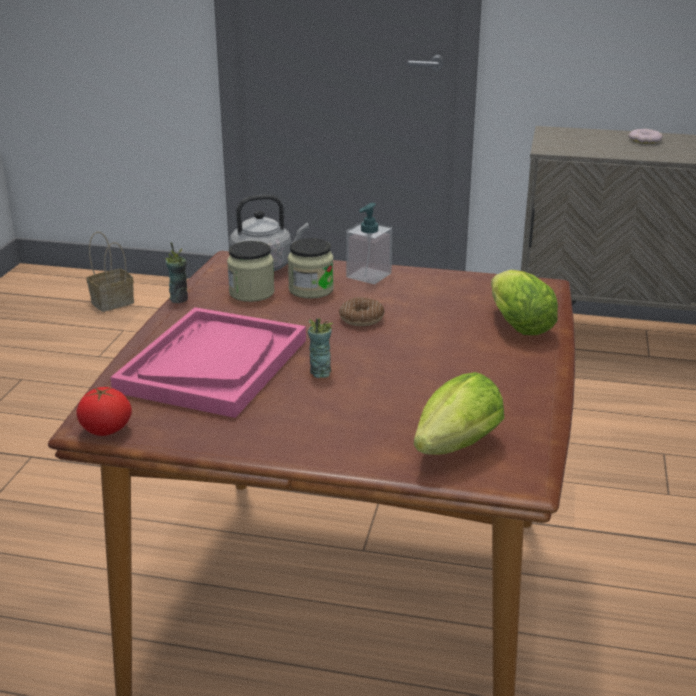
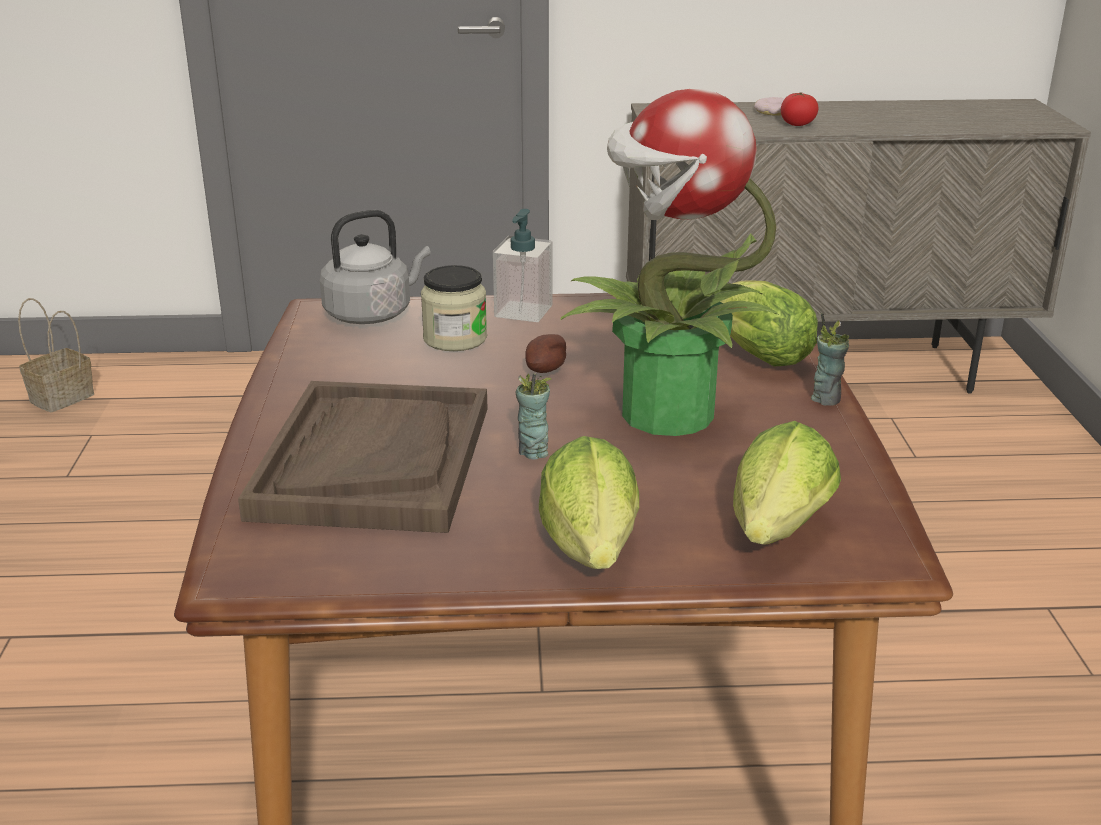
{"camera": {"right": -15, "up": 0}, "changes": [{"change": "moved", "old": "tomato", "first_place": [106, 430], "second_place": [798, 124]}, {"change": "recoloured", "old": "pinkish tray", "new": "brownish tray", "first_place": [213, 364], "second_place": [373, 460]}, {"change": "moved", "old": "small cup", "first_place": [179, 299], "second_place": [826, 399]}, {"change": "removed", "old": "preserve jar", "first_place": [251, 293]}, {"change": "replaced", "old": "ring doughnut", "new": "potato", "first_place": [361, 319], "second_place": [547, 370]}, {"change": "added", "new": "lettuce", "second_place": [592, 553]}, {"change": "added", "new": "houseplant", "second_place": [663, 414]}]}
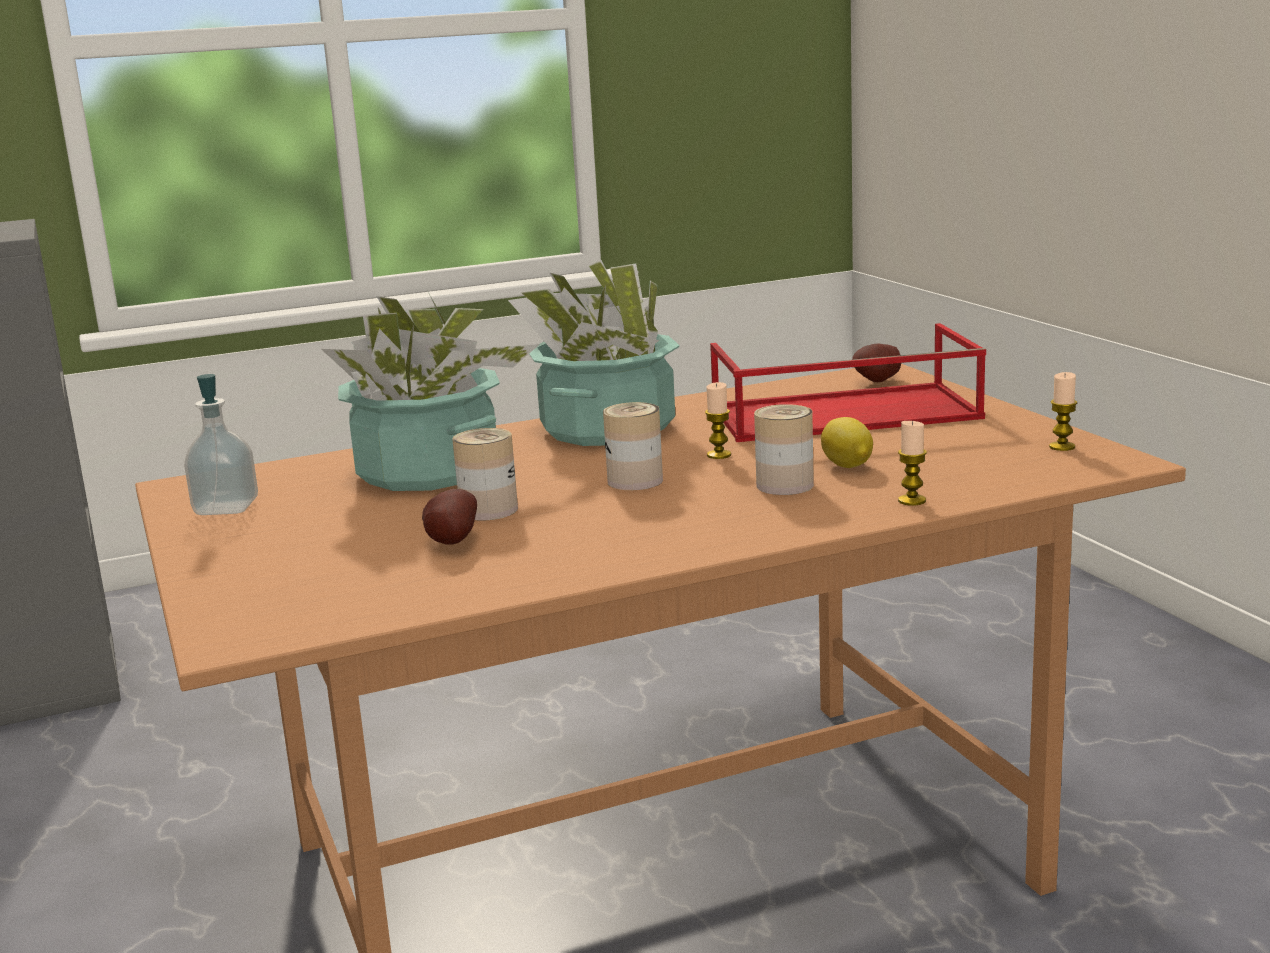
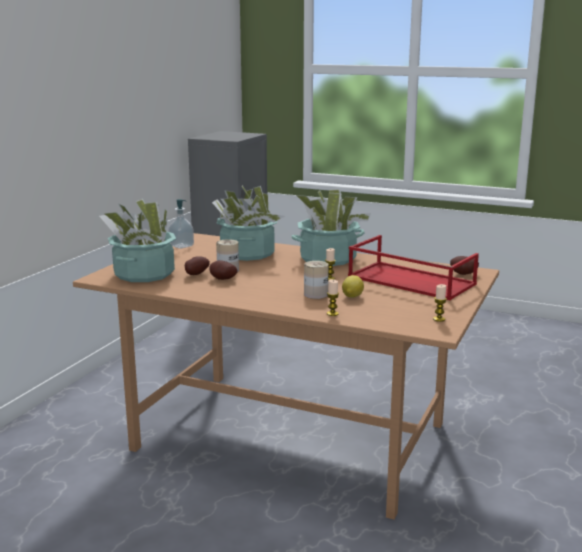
{"camera": {"right": 45, "up": 0}, "changes": [{"change": "removed", "old": "sealed can", "first_place": [635, 481]}, {"change": "added", "new": "houseplant", "second_place": [144, 274]}, {"change": "added", "new": "potato", "second_place": [222, 279]}]}
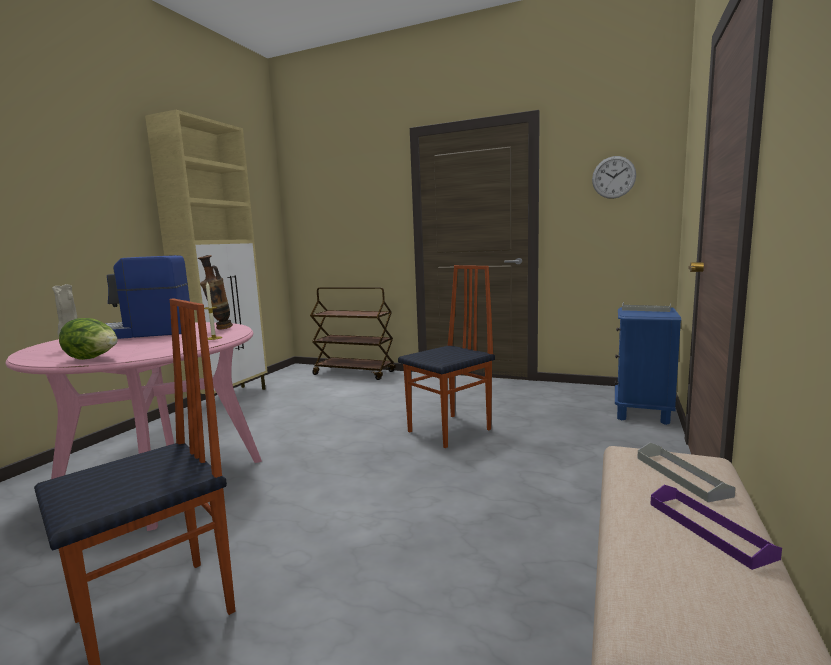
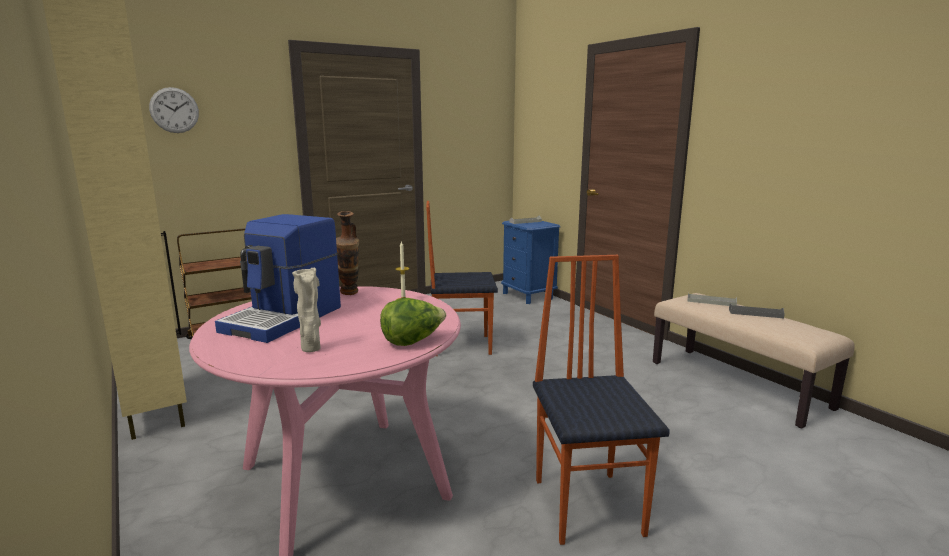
{"camera": {"right": -55, "up": 5}, "changes": [{"change": "turned", "old": "chair", "first_place": [451, 430], "second_place": [461, 345], "degrees": -90}, {"change": "moved", "old": "wall clock", "first_place": [613, 177], "second_place": [174, 110]}, {"change": "recoloured", "old": "purple-coloured tray", "new": "grey tray", "first_place": [709, 529], "second_place": [755, 313]}]}
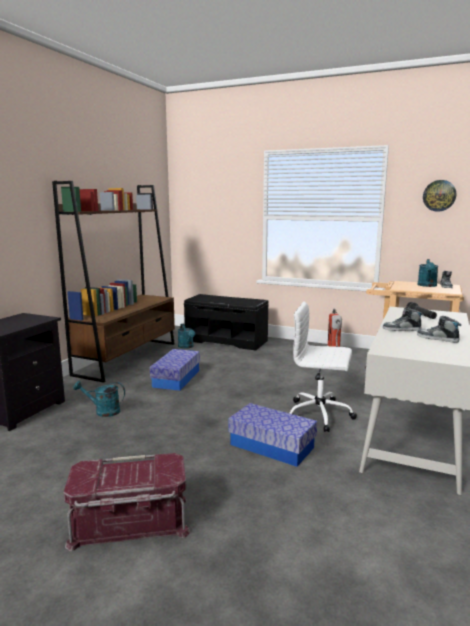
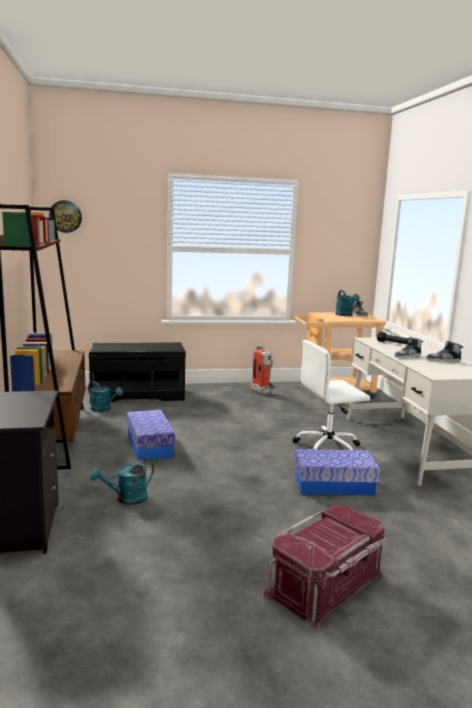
{"camera": {"right": -35, "up": 0}, "changes": [{"change": "moved", "old": "wall clock", "first_place": [439, 195], "second_place": [65, 216]}]}
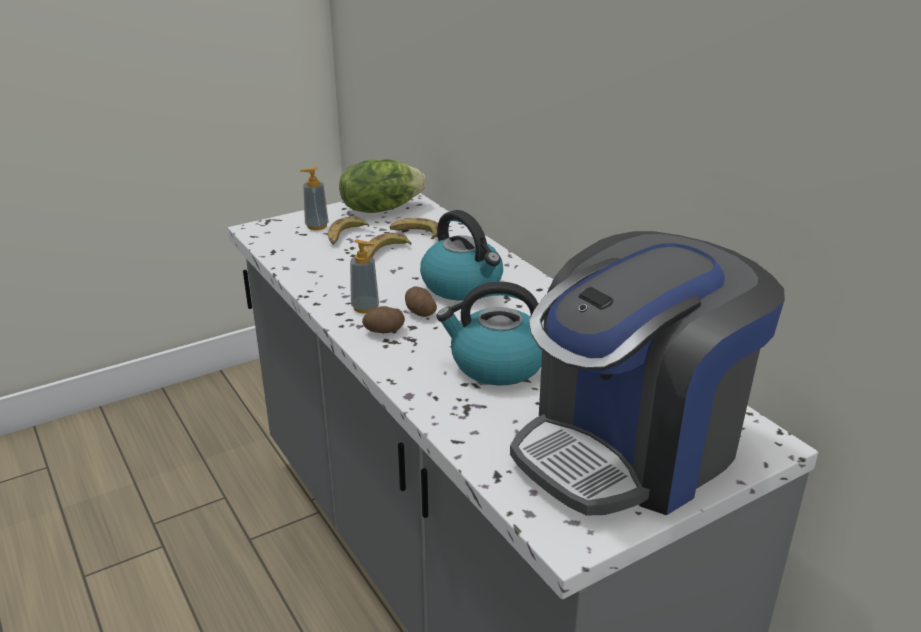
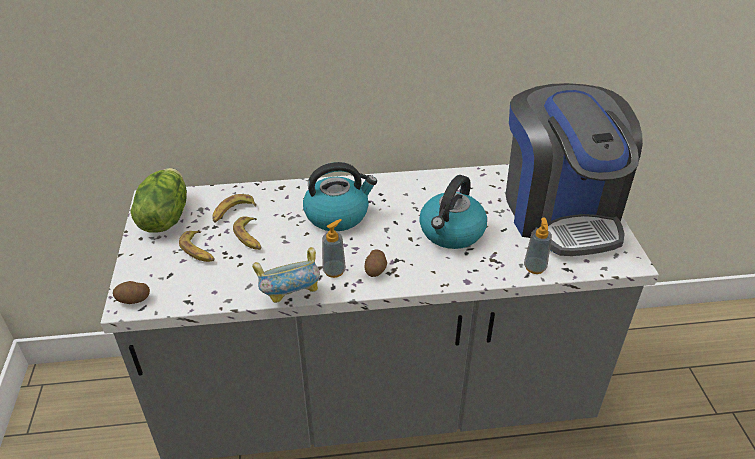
{"camera": {"right": -65, "up": 10}, "changes": [{"change": "moved", "old": "soap dispenser", "first_place": [317, 226], "second_place": [535, 267]}, {"change": "moved", "old": "potato", "first_place": [419, 312], "second_place": [133, 300]}, {"change": "added", "new": "serving bowl", "second_place": [291, 297]}]}
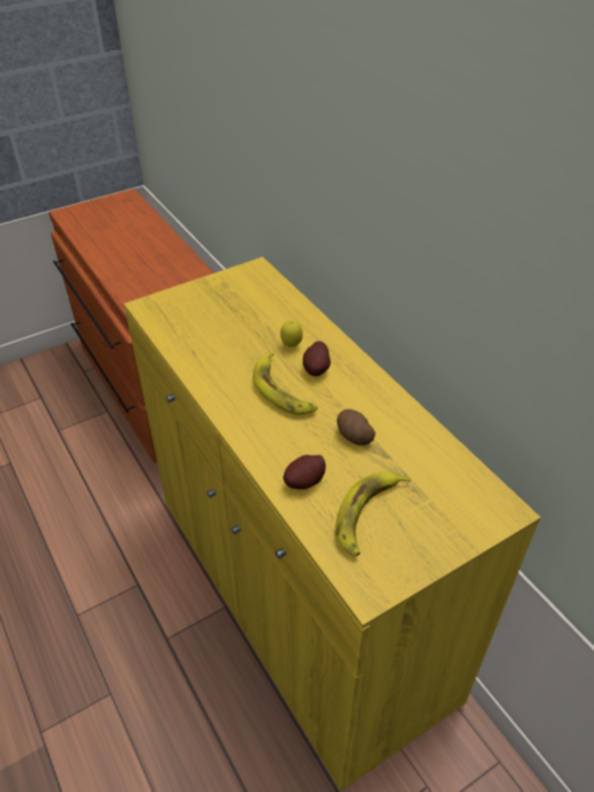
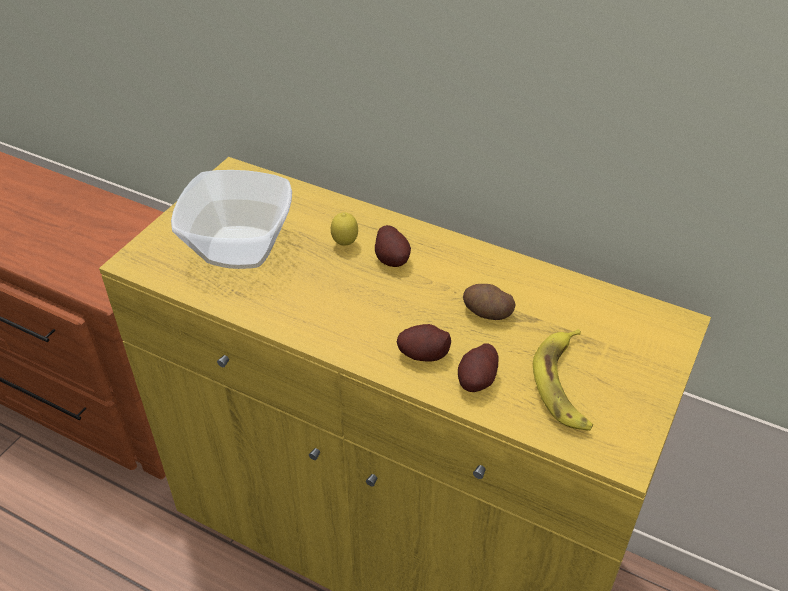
{"camera": {"right": -30, "up": 0}, "changes": [{"change": "removed", "old": "banana fruit", "first_place": [283, 390]}, {"change": "added", "new": "serving bowl", "second_place": [238, 247]}, {"change": "added", "new": "potato", "second_place": [423, 354]}]}
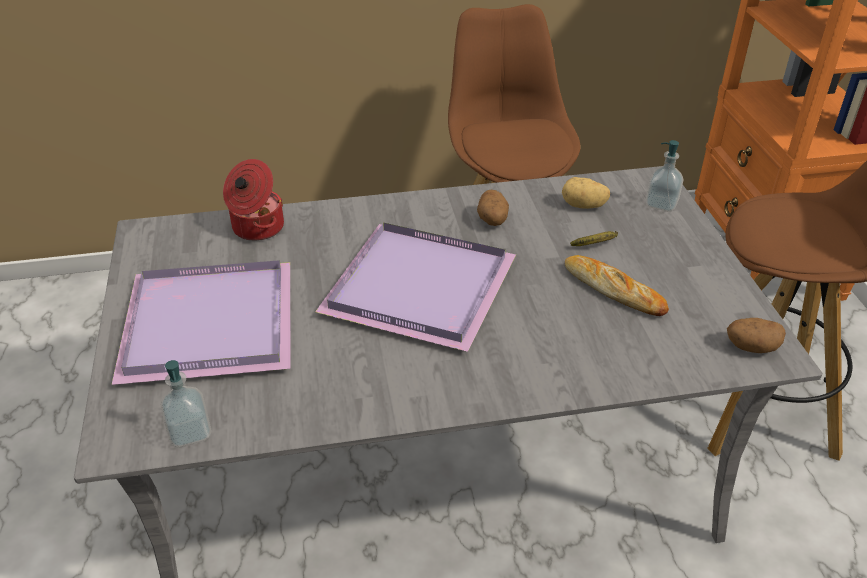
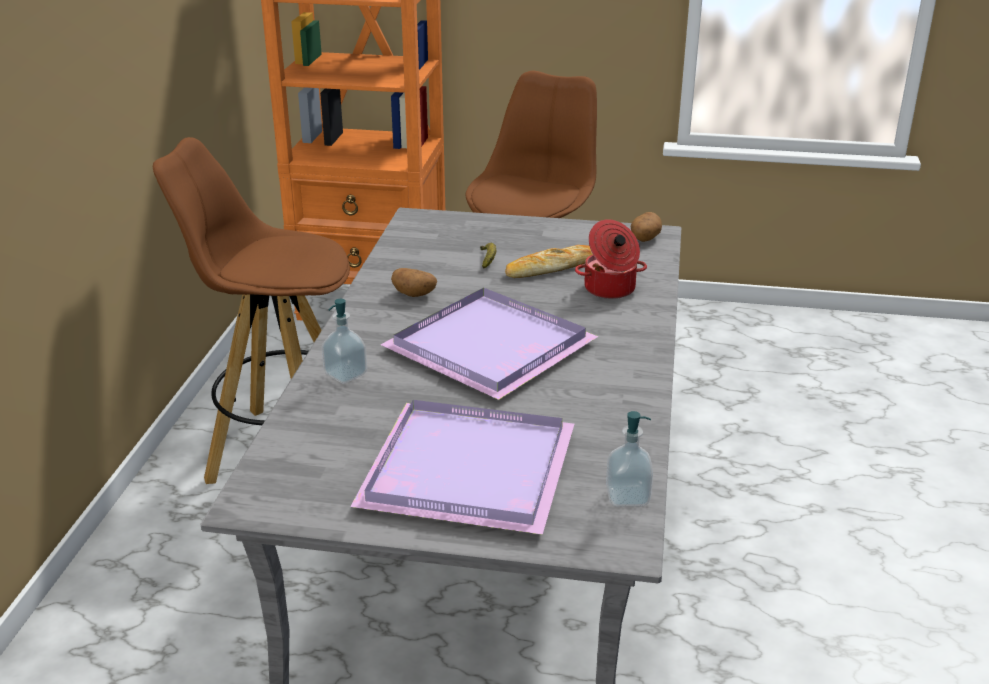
{"camera": {"right": -70, "up": -10}, "changes": [{"change": "moved", "old": "stockpot", "first_place": [256, 228], "second_place": [610, 289]}, {"change": "removed", "old": "potato", "first_place": [583, 206]}, {"change": "moved", "old": "soap dispenser", "first_place": [661, 204], "second_place": [345, 374]}]}
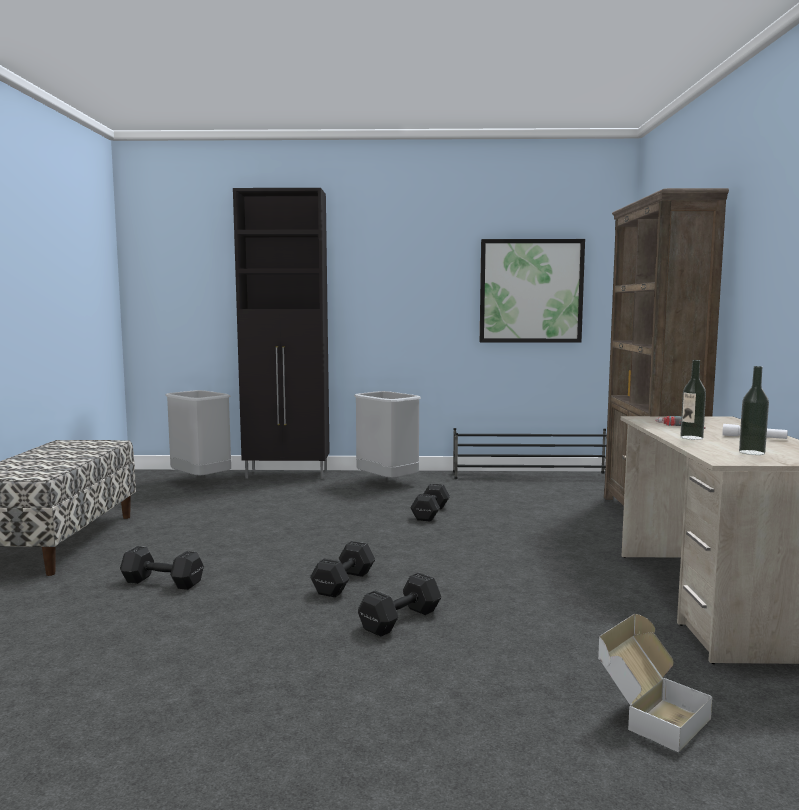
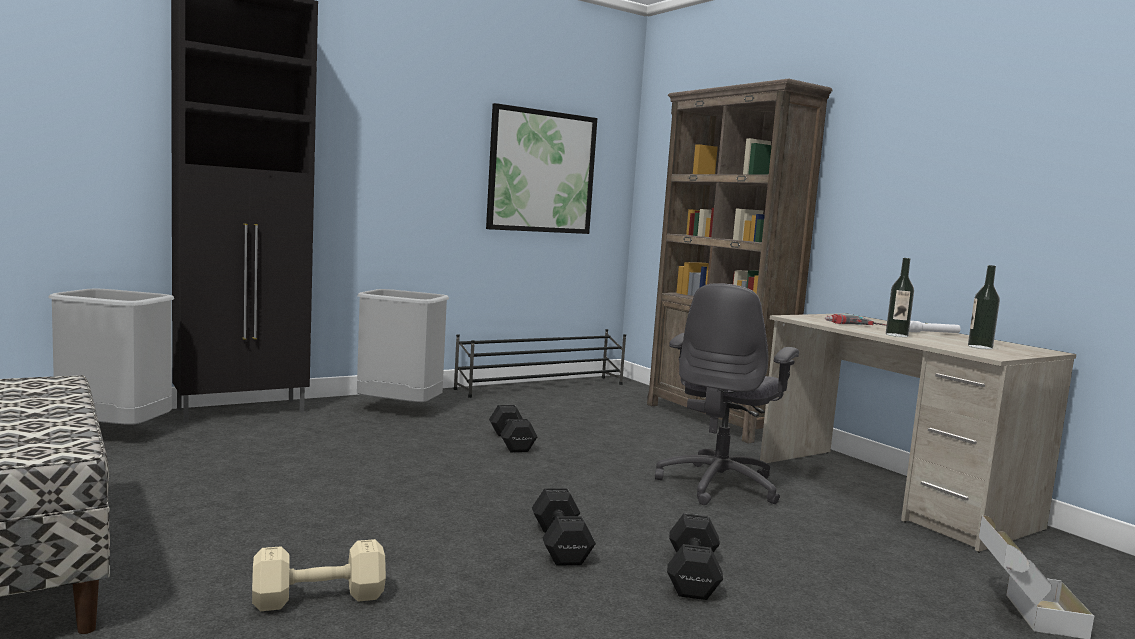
{"camera": {"right": -35, "up": 0}, "changes": [{"change": "recoloured", "old": "black-coloured free weight", "new": "beige-coloured free weight", "first_place": [161, 582], "second_place": [316, 598]}, {"change": "added", "new": "grey computer chair", "second_place": [719, 485]}]}
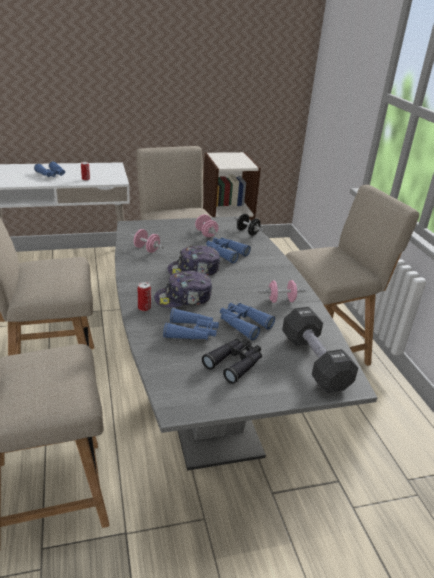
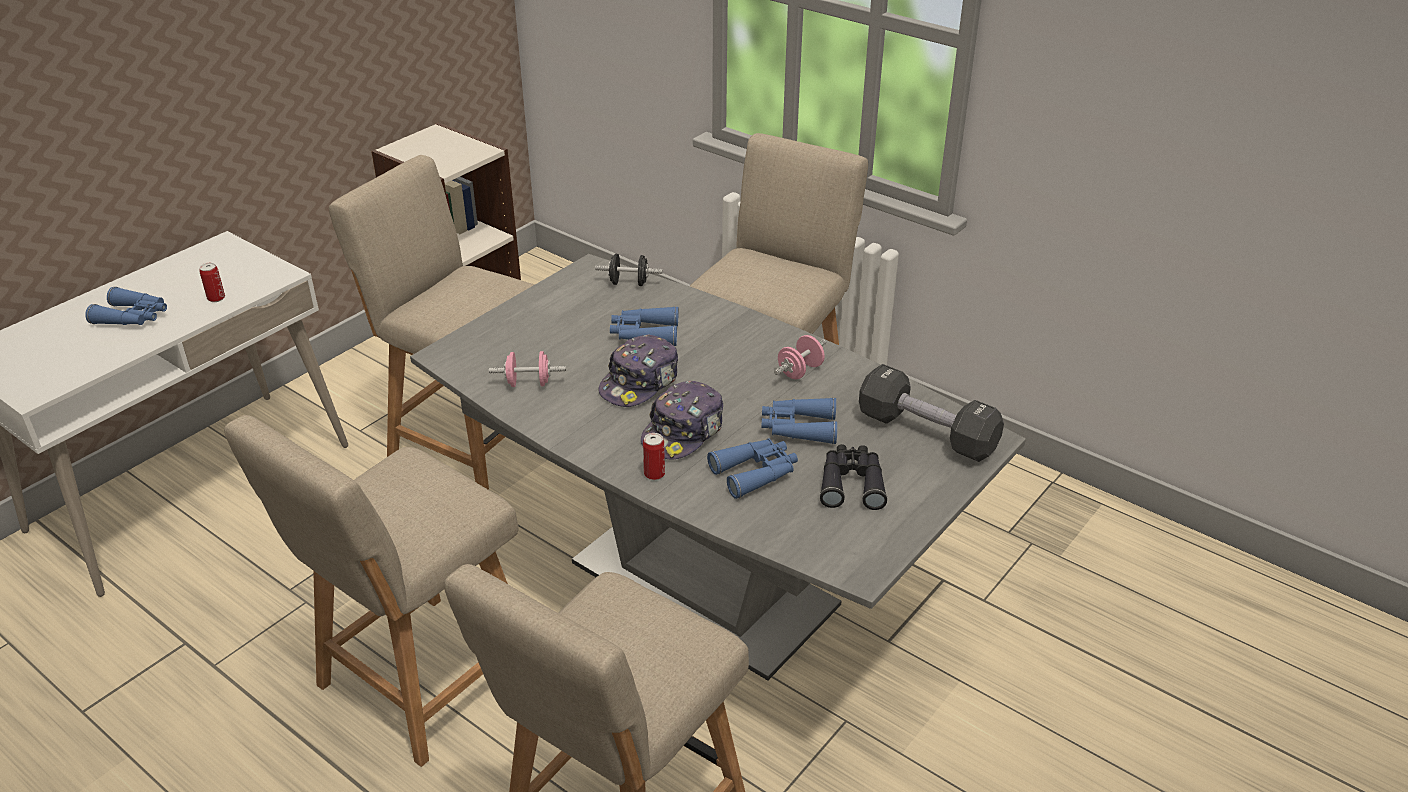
{"camera": {"right": -35, "up": 5}, "changes": [{"change": "removed", "old": "pinkish free weight", "first_place": [206, 234]}]}
